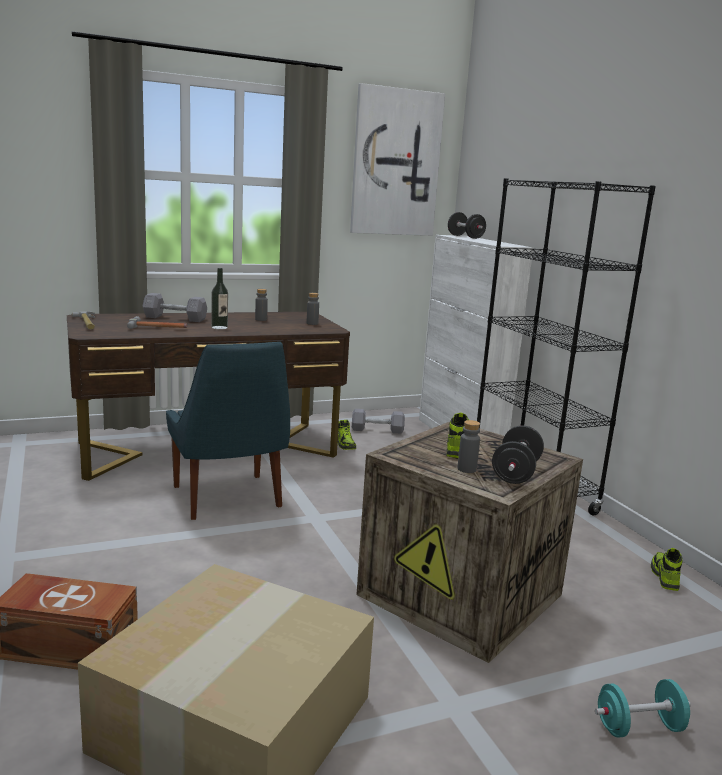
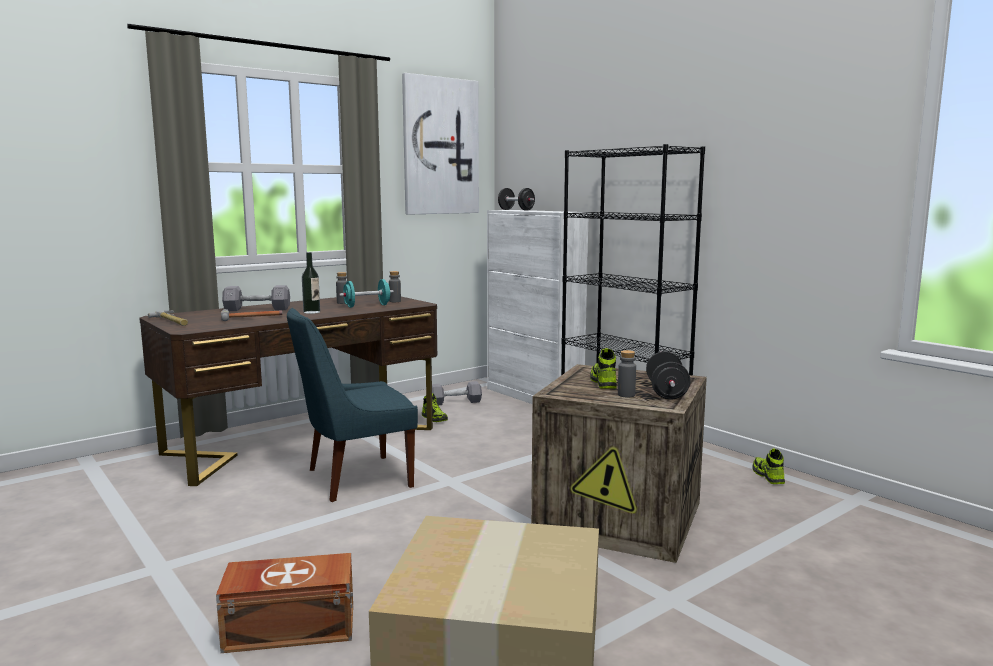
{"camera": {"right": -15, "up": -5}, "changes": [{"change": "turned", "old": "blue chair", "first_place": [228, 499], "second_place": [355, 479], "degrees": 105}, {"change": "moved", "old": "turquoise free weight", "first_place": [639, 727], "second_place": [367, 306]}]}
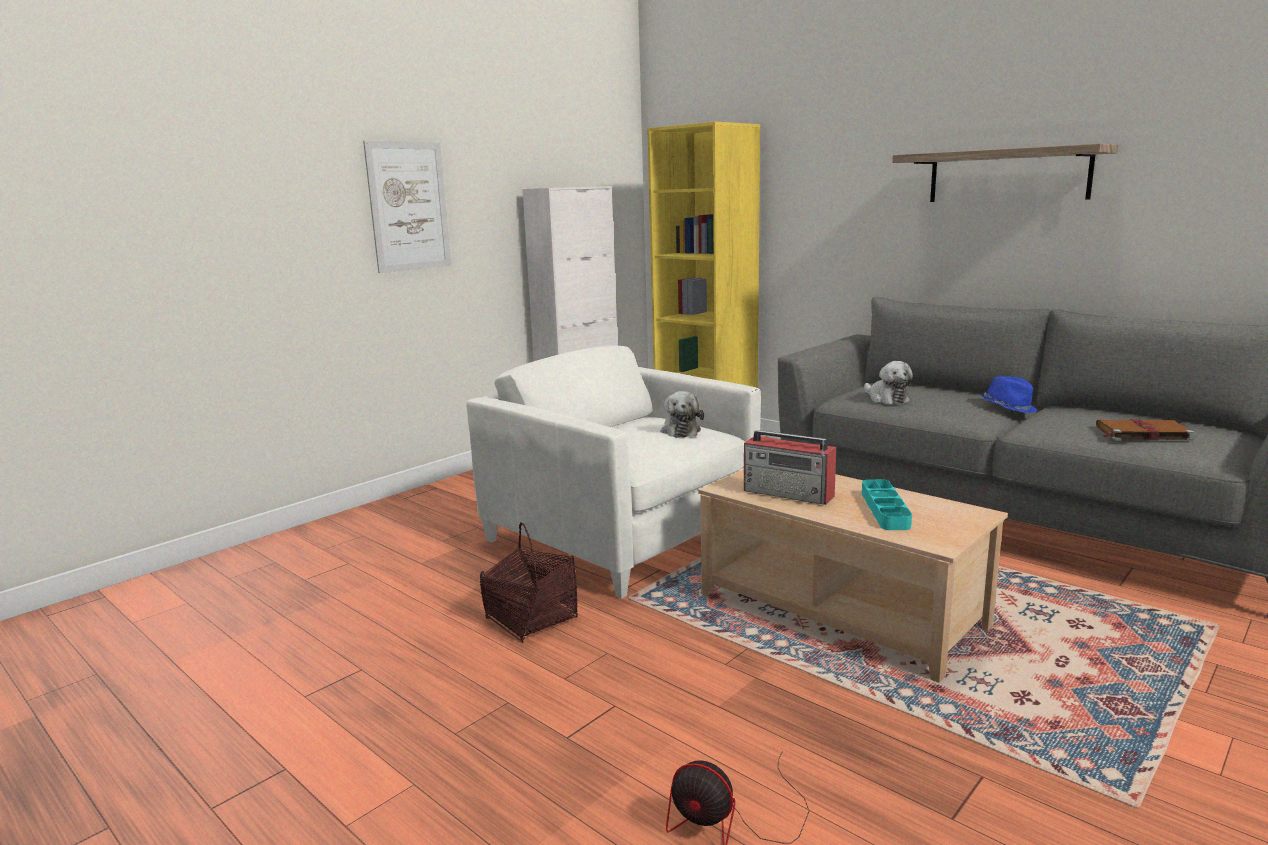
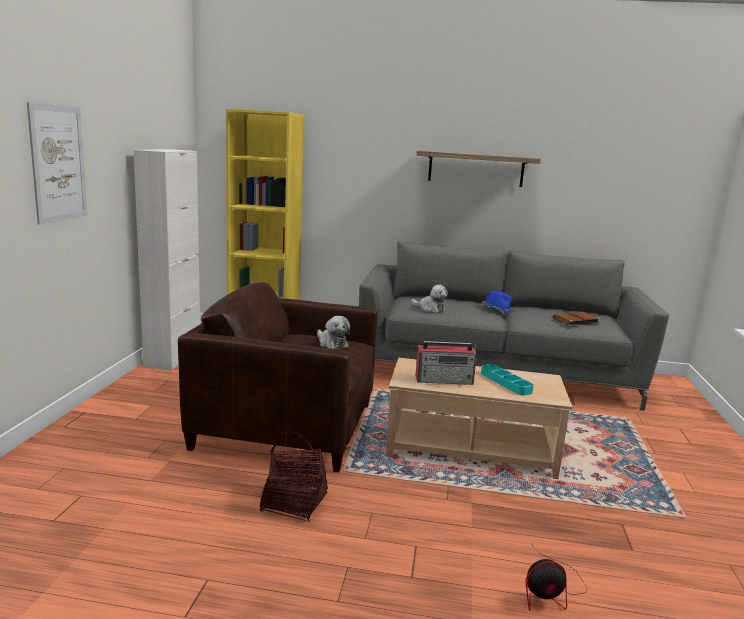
{"camera": {"right": -35, "up": 0}, "changes": [{"change": "recoloured", "old": "white lounge chair", "new": "brownish lounge chair", "first_place": [621, 535], "second_place": [287, 425]}]}
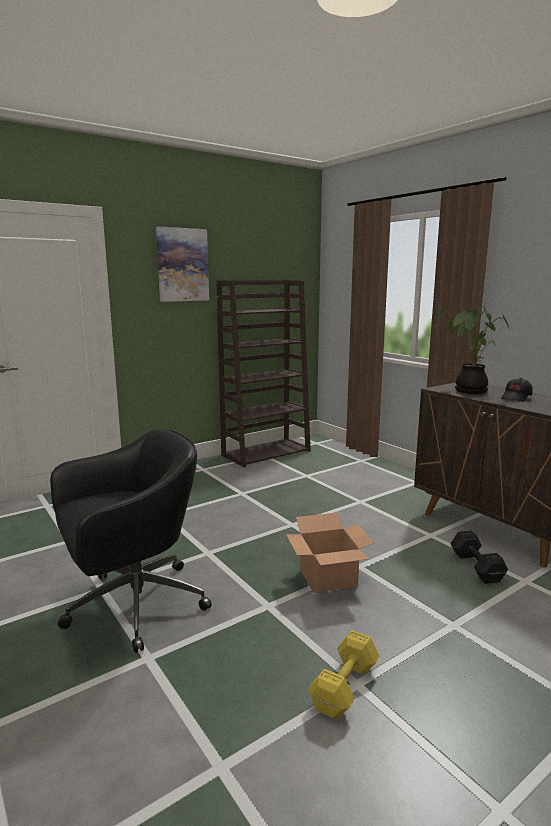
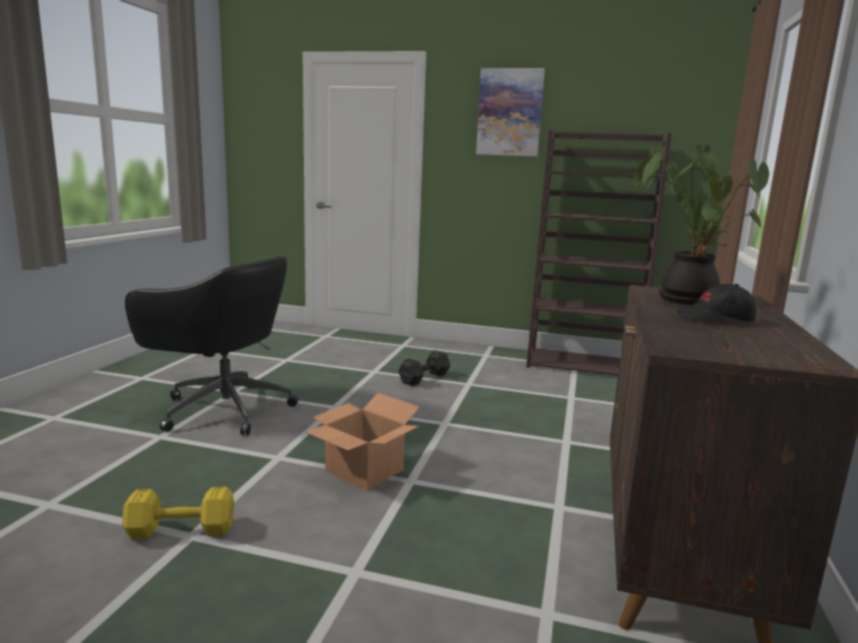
{"camera": {"right": 50, "up": 0}, "changes": [{"change": "moved", "old": "black-coloured free weight", "first_place": [476, 566], "second_place": [425, 378]}]}
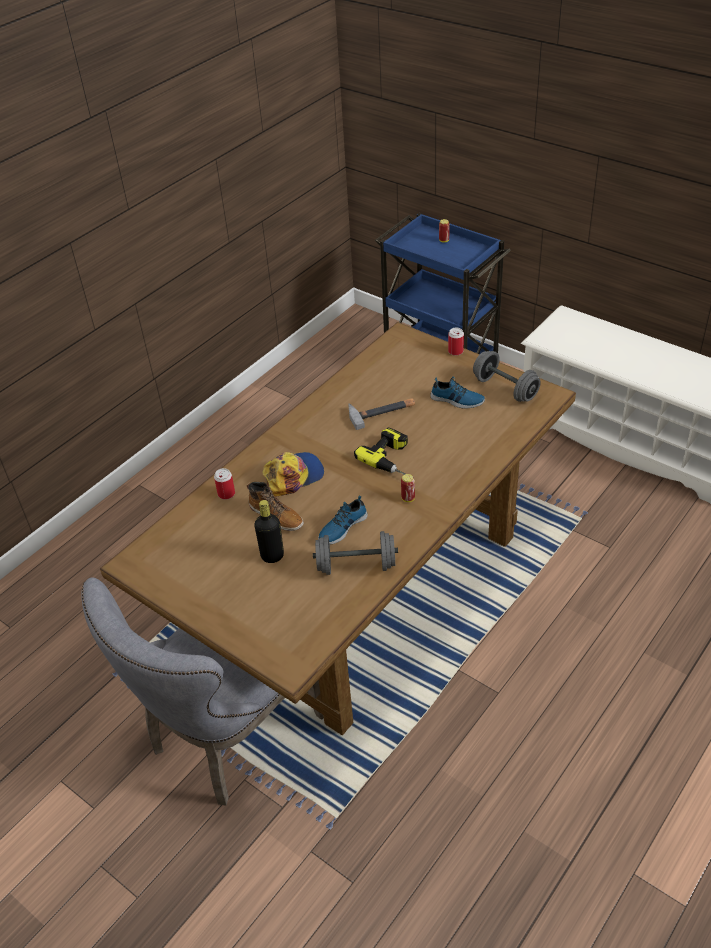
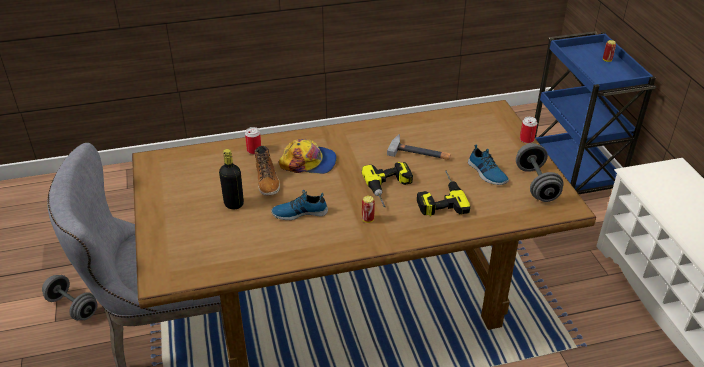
{"camera": {"right": 35, "up": -5}, "changes": [{"change": "moved", "old": "grey free weight", "first_place": [356, 566], "second_place": [72, 307]}, {"change": "added", "new": "electric drill", "second_place": [438, 197]}]}
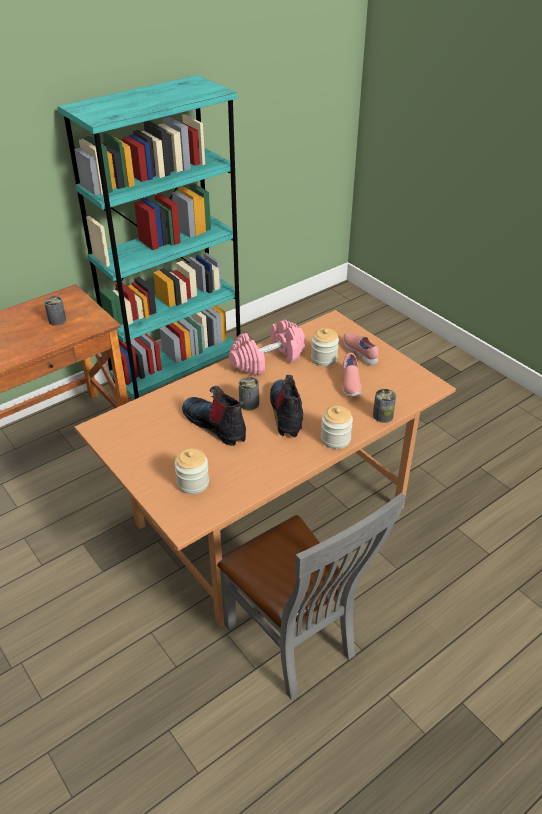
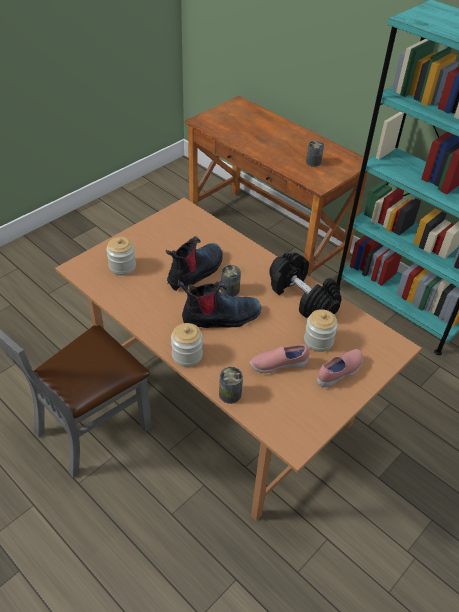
{"camera": {"right": 80, "up": 5}, "changes": [{"change": "recoloured", "old": "pinkish free weight", "new": "black-coloured free weight", "first_place": [267, 360], "second_place": [301, 297]}]}
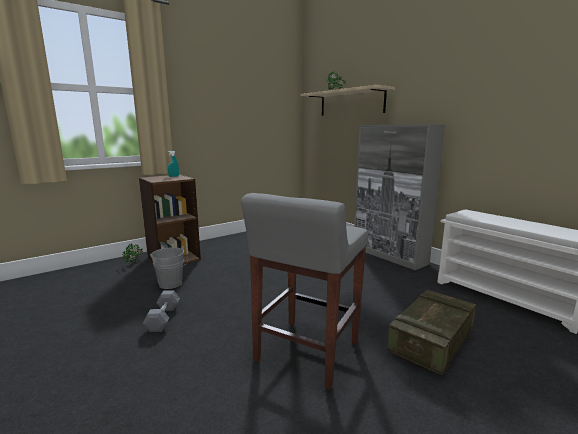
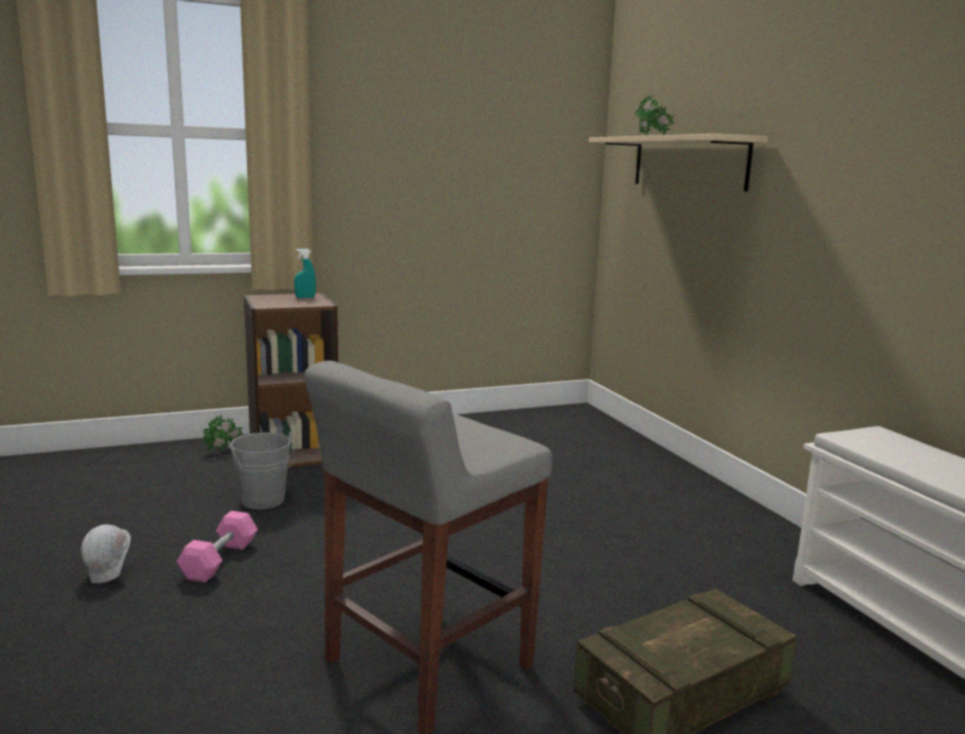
{"camera": {"right": 15, "up": 0}, "changes": [{"change": "recoloured", "old": "grey free weight", "new": "pinkish free weight", "first_place": [163, 318], "second_place": [219, 560]}, {"change": "removed", "old": "grey cupboard", "first_place": [389, 255]}, {"change": "added", "new": "white work helmet", "second_place": [110, 574]}]}
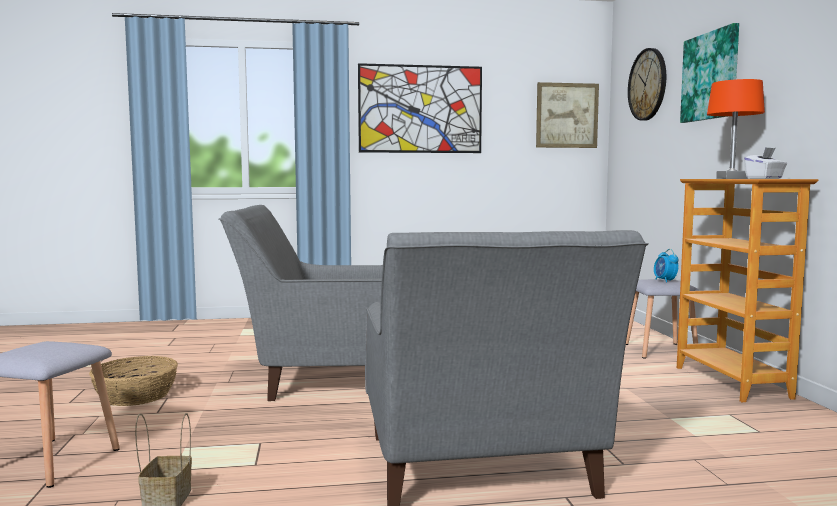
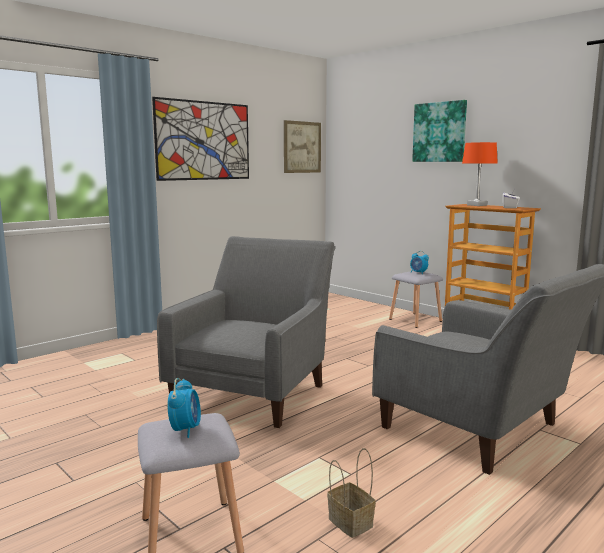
{"camera": {"right": -35, "up": 5}, "changes": [{"change": "removed", "old": "basket", "first_place": [136, 395]}, {"change": "turned", "old": "grey lounge chair", "first_place": [325, 377], "second_place": [254, 391], "degrees": 150}, {"change": "removed", "old": "wall clock", "first_place": [647, 84]}, {"change": "added", "new": "alarm clock", "second_place": [185, 429]}]}
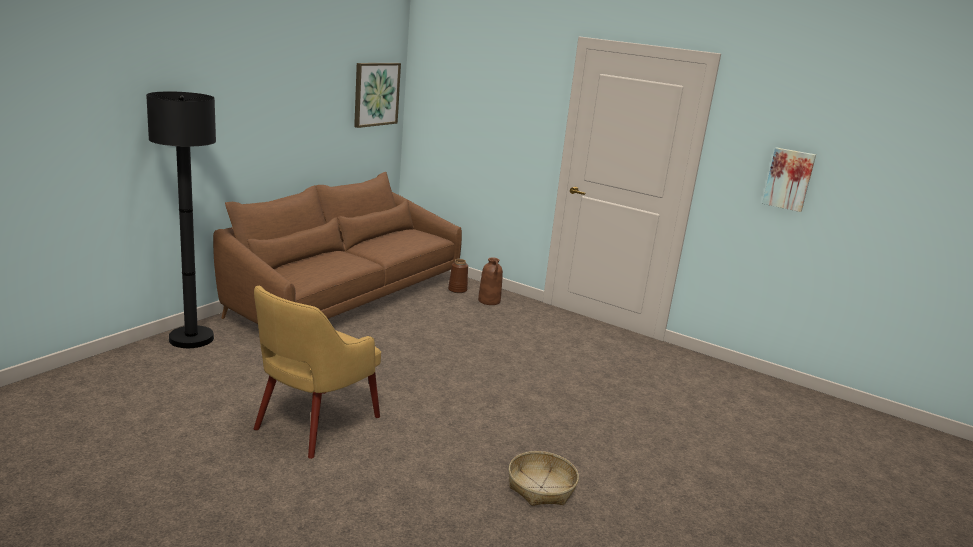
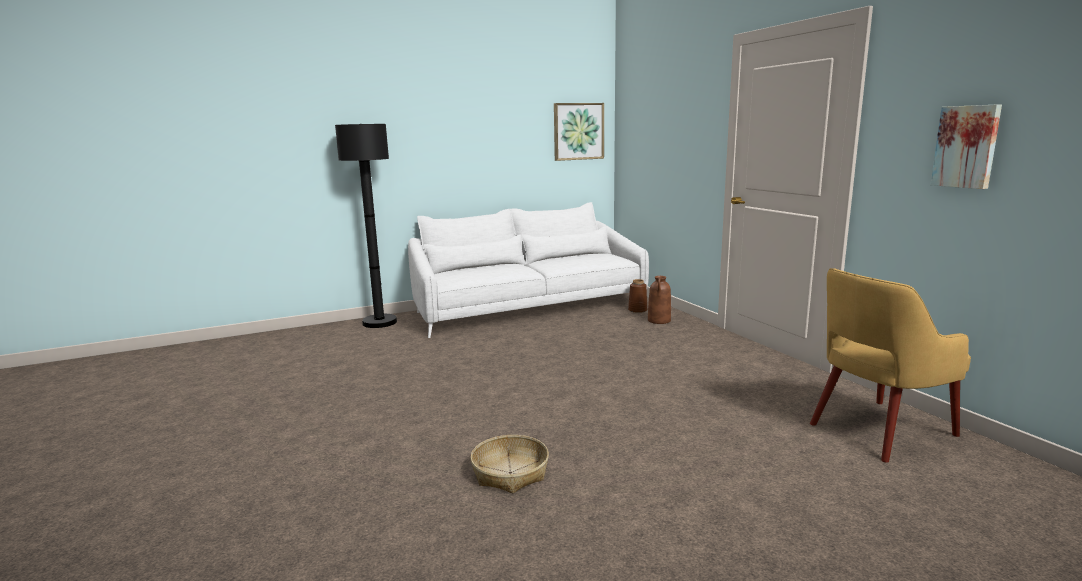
{"camera": {"right": 35, "up": -5}, "changes": [{"change": "recoloured", "old": "brownish settee", "new": "white settee", "first_place": [345, 297], "second_place": [528, 307]}, {"change": "moved", "old": "yellow-coloured lounge chair", "first_place": [314, 424], "second_place": [878, 430]}]}
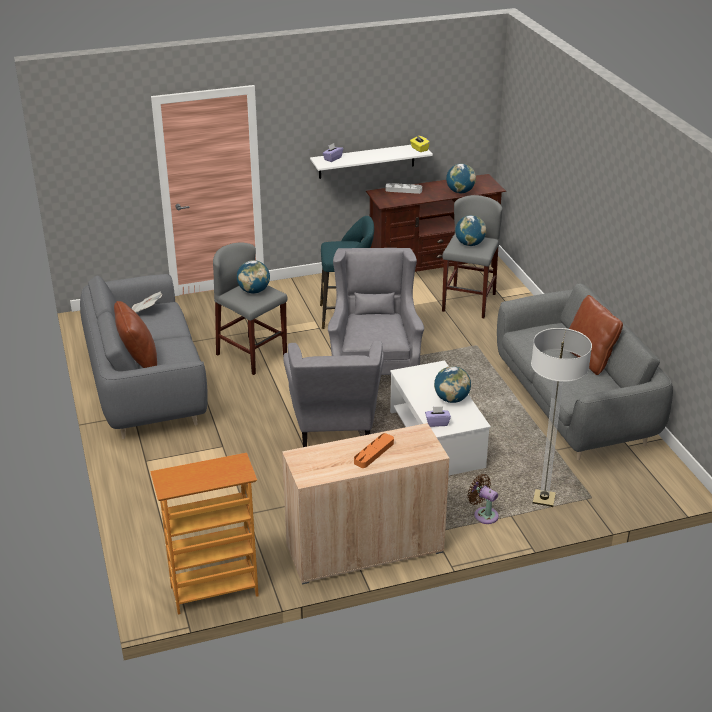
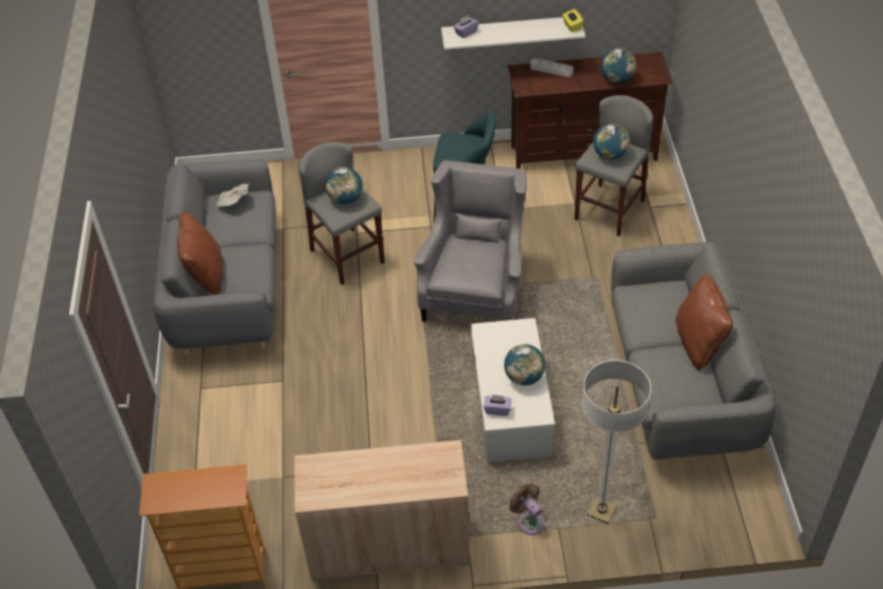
{"camera": {"right": 15, "up": 15}, "changes": [{"change": "removed", "old": "grey lounge chair", "first_place": [335, 430]}, {"change": "removed", "old": "orangey tray", "first_place": [374, 453]}]}
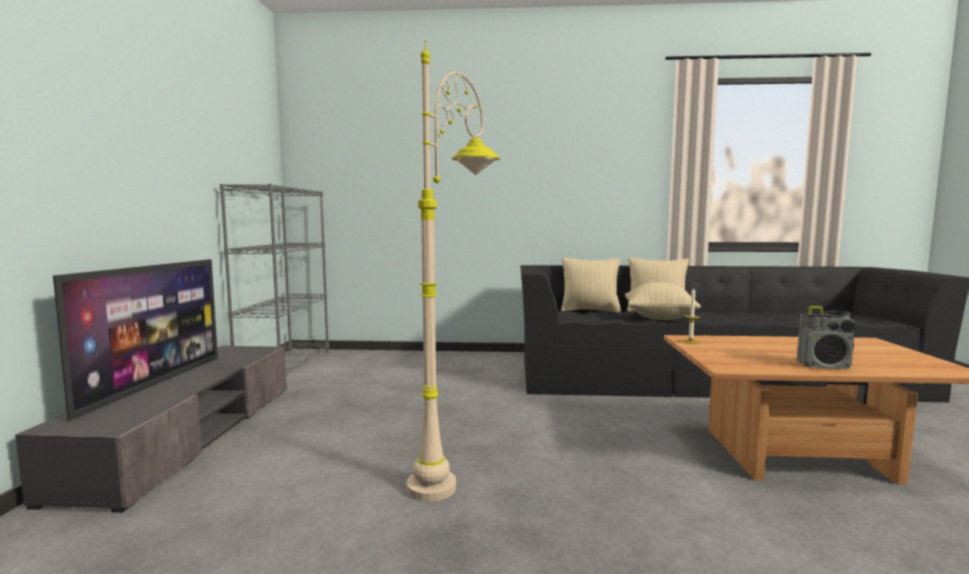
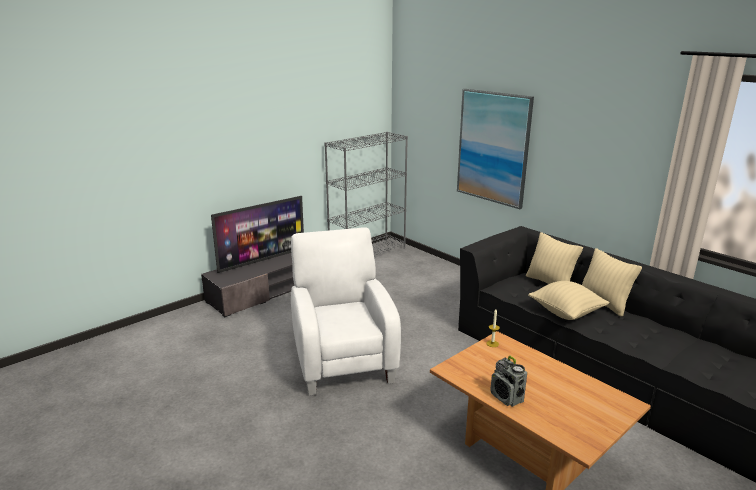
{"camera": {"right": 45, "up": 15}, "changes": [{"change": "replaced", "old": "beige-coloured standing lamp", "new": "white lounge chair", "first_place": [456, 470], "second_place": [342, 358]}, {"change": "added", "new": "wall picture", "second_place": [493, 147]}]}
